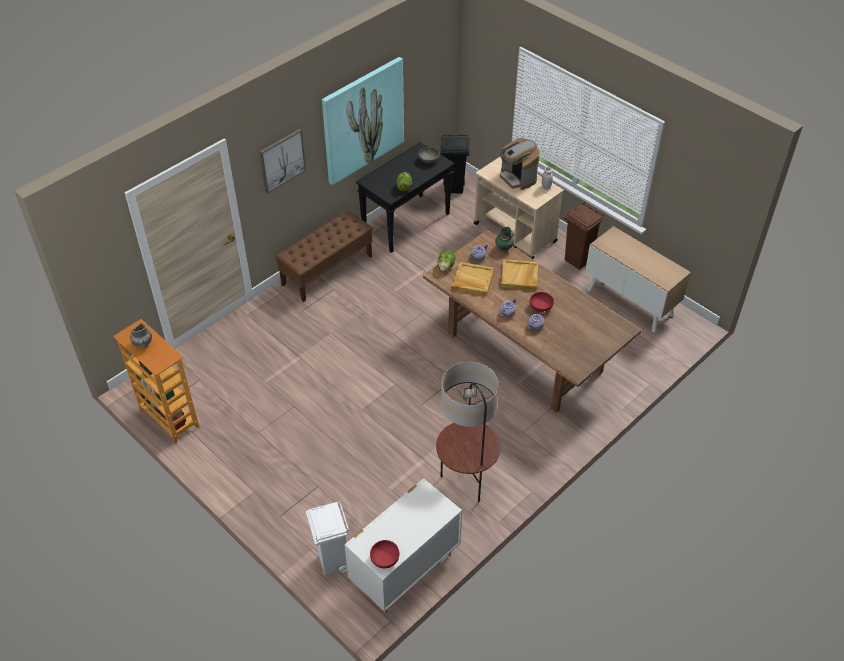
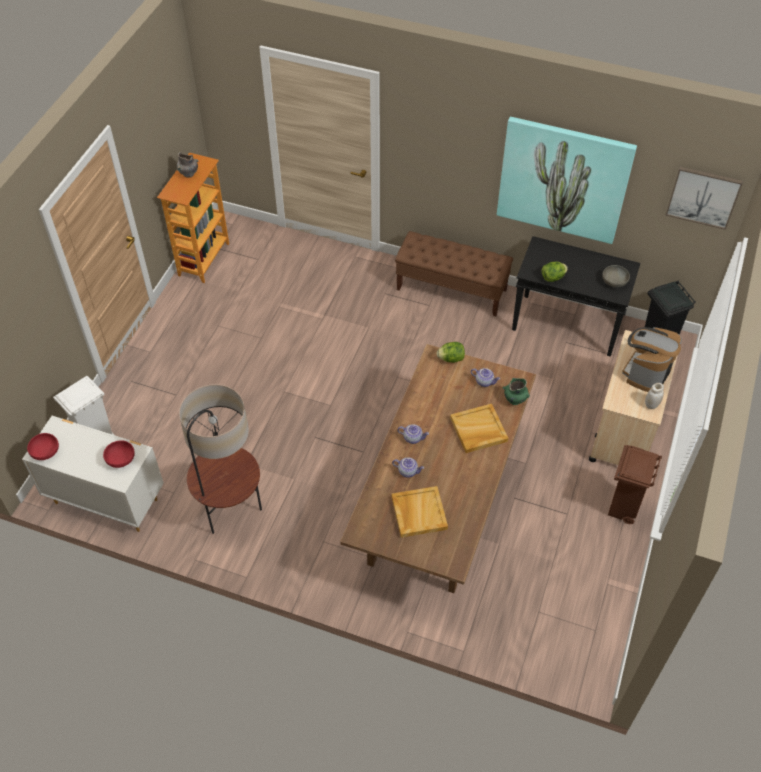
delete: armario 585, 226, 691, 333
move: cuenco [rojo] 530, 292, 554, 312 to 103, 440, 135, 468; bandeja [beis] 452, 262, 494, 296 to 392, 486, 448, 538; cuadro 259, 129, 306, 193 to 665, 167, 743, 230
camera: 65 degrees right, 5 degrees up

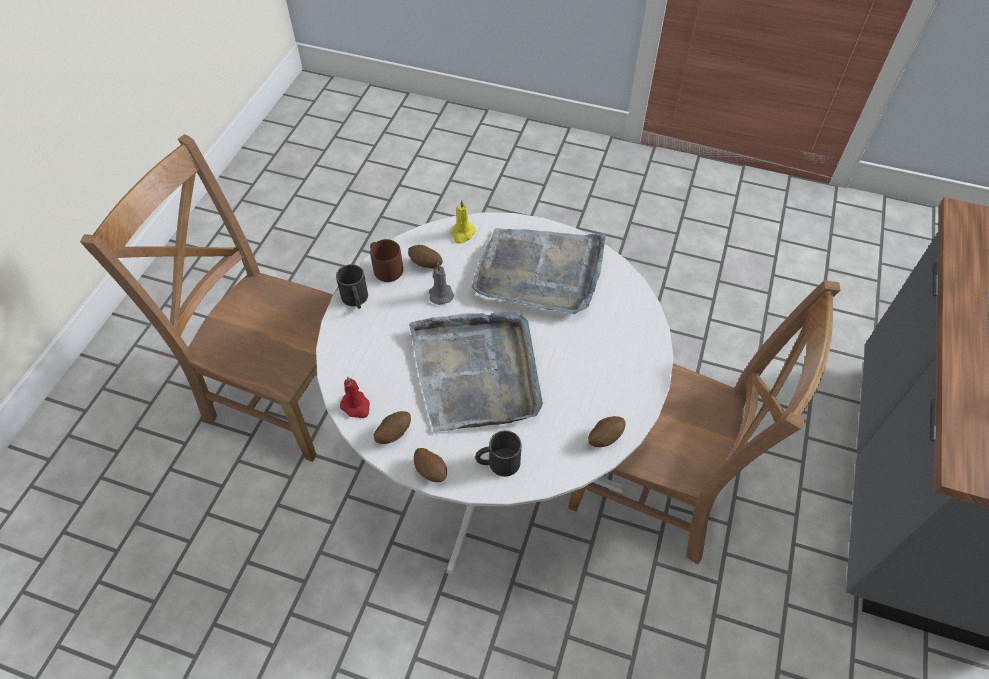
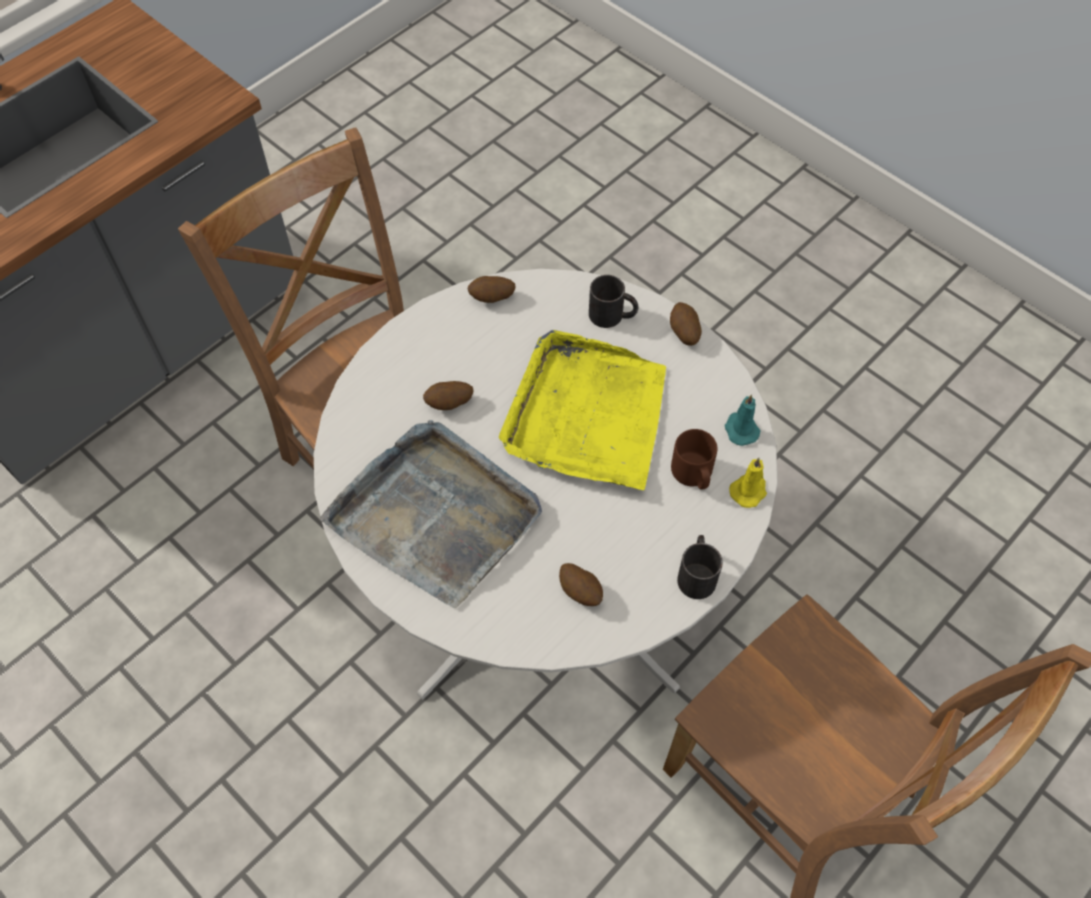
delete: vela [gris] 429, 263, 454, 305
move: patata 374, 411, 411, 444 to 423, 381, 473, 410; taza grande [marrón] 370, 239, 403, 282 to 671, 429, 717, 490; vela [amarillo] 451, 200, 476, 244 to 729, 458, 767, 508
recolor: bandeja [gris] 409, 311, 543, 432 to bandeja [amarillo] 499, 330, 666, 490; vela [rojo] 340, 376, 370, 418 to vela [turquesa] 725, 394, 760, 446
camera: 155 degrees left, 5 degrees up

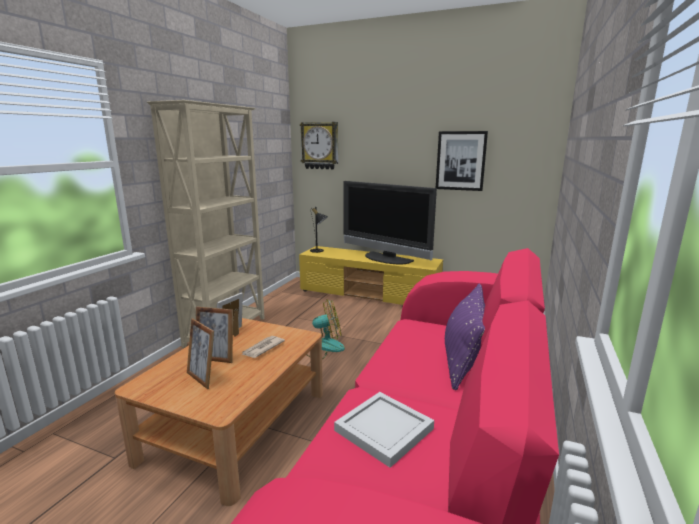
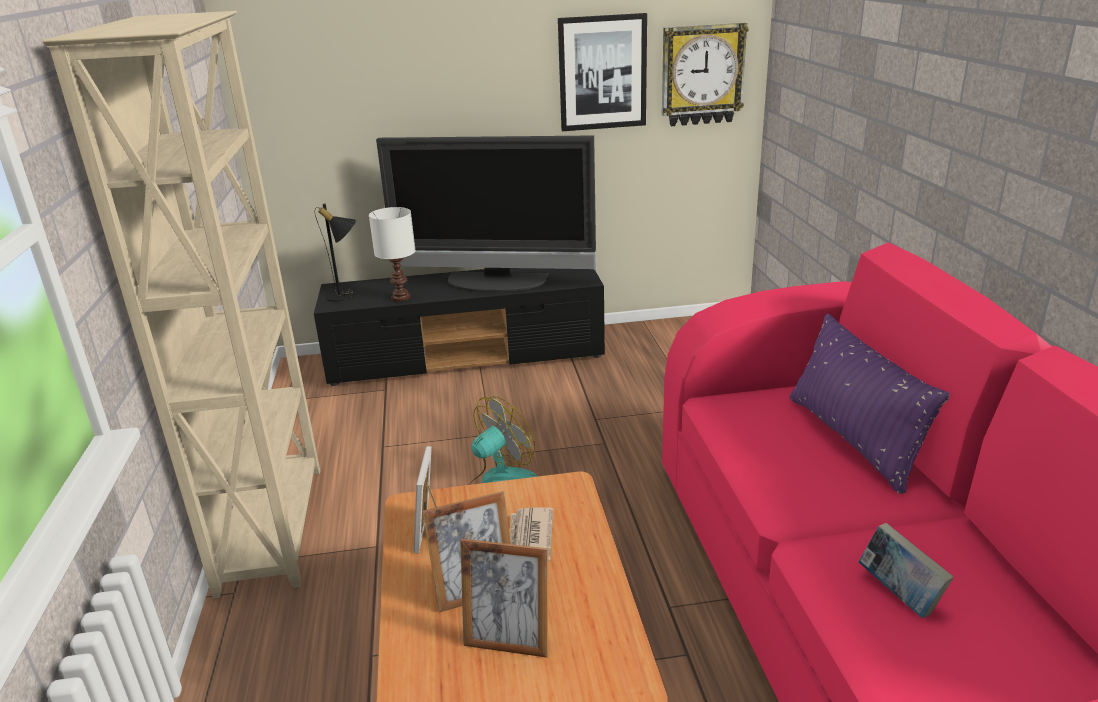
insert: lámpara de mesa [blanco] 369, 207, 416, 301
move: reloj de pared 300, 122, 338, 170 to 662, 23, 749, 126
replace: bandeja [blanco] 334, 392, 434, 468 to libro 859, 523, 954, 618
recolor: mueble de televisión [amarillo] 299, 246, 443, 305 to mueble de televisión [negro] 314, 268, 605, 386
camera: 30 degrees left, 10 degrees up

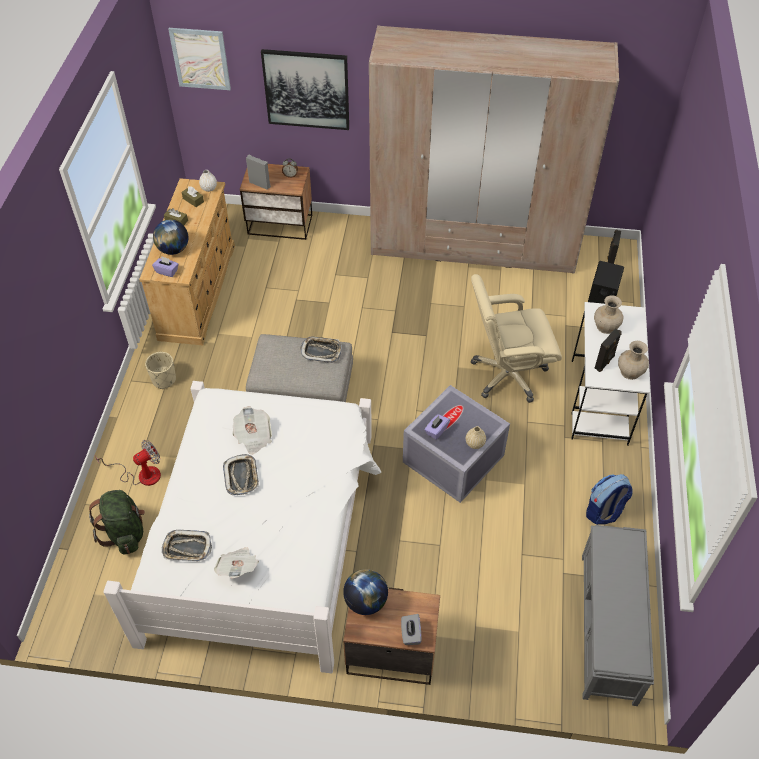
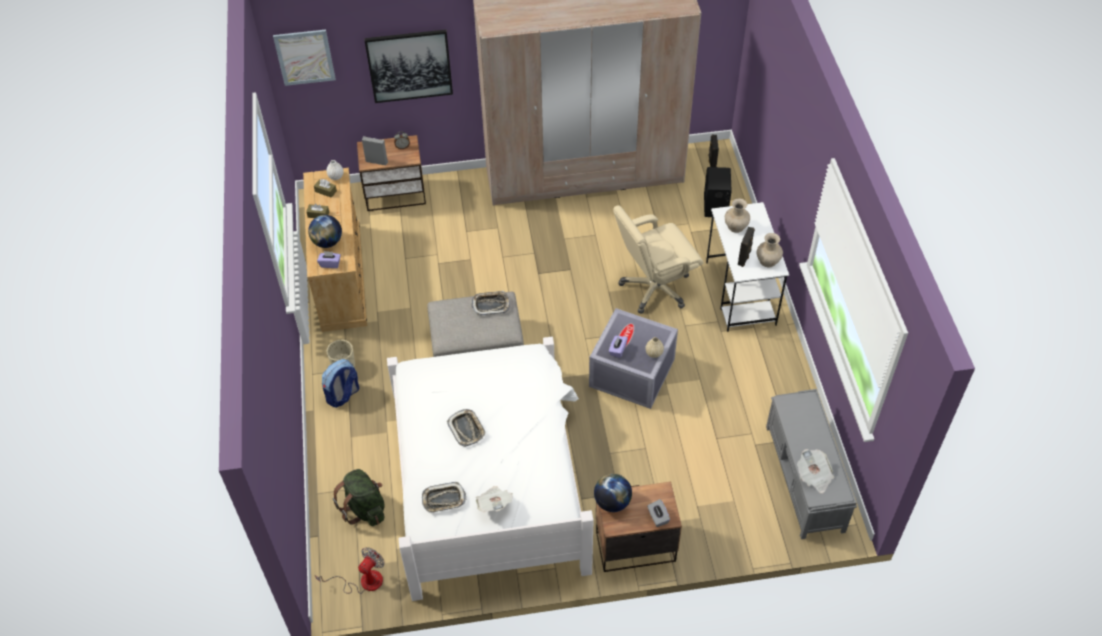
move: ventilador 95, 440, 161, 486 to 315, 547, 385, 594; mochila 586, 474, 633, 525 to 322, 359, 359, 408; periódico 232, 406, 272, 455 to 797, 449, 834, 493
camera: 15 degrees left, 0 degrees up

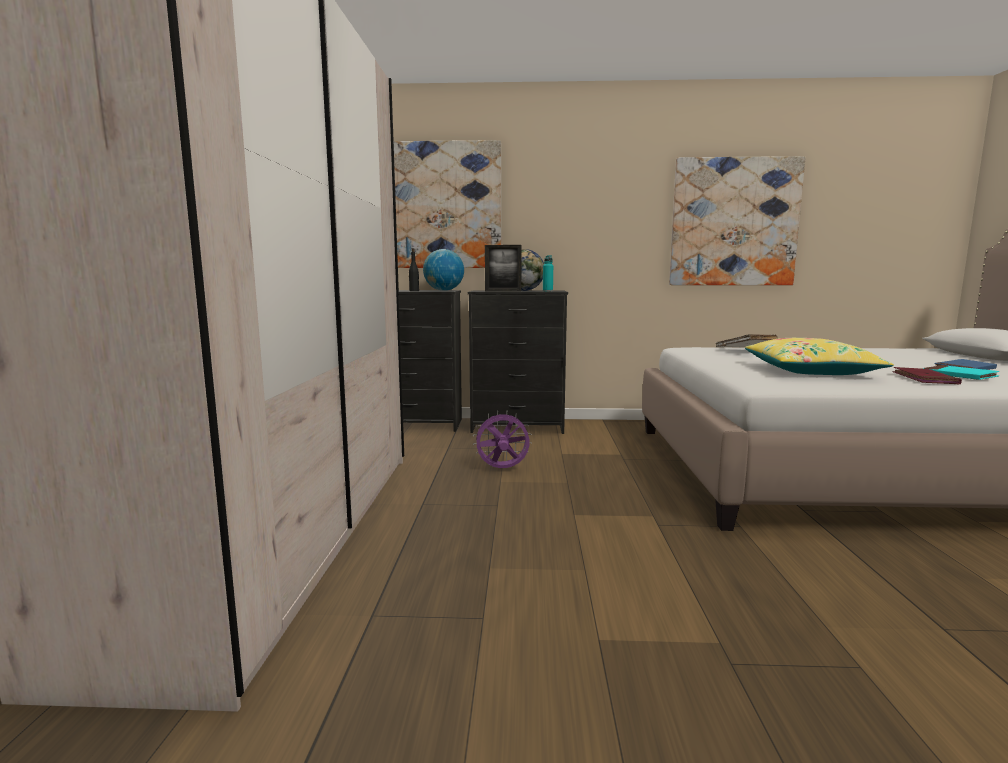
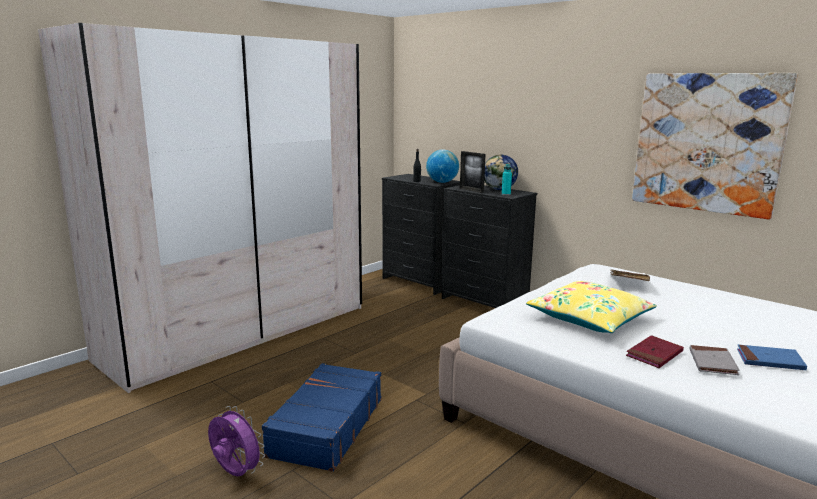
delete: cuadro 394, 140, 501, 268
insert: maleta [azul] 262, 363, 381, 472
move: ventilador [morado] 473, 411, 532, 468 to 208, 406, 265, 477
recolor: libro [turquesa] 923, 365, 1000, 380 to libro [gris] 690, 345, 740, 375
camera: 40 degrees right, 5 degrees up

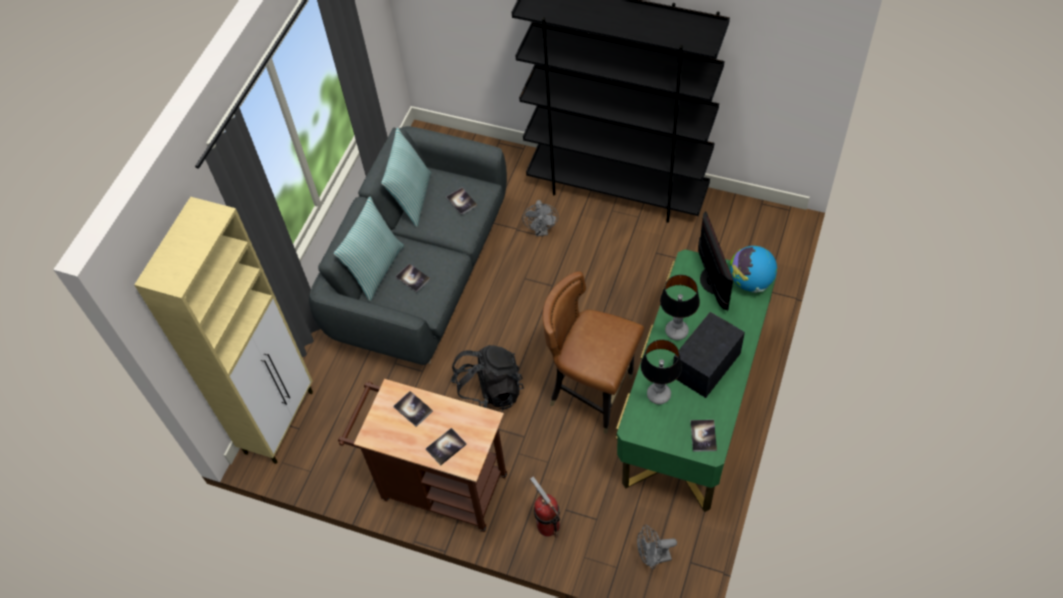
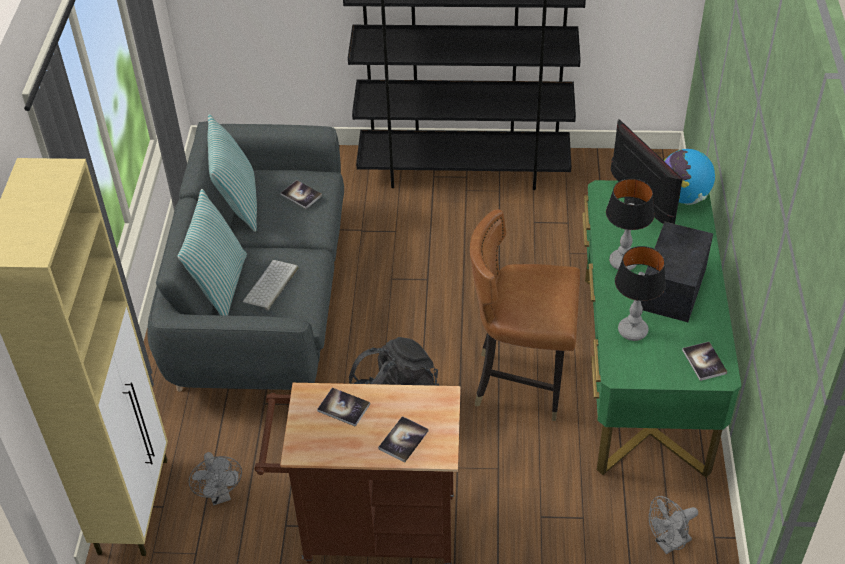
delete: extintor 530, 476, 560, 538
move: ventilador [gris] 522, 200, 559, 236 to 189, 452, 242, 506
replace: libro 395, 264, 430, 293 to teclado 243, 260, 298, 310
camera: 20 degrees left, 10 degrees down

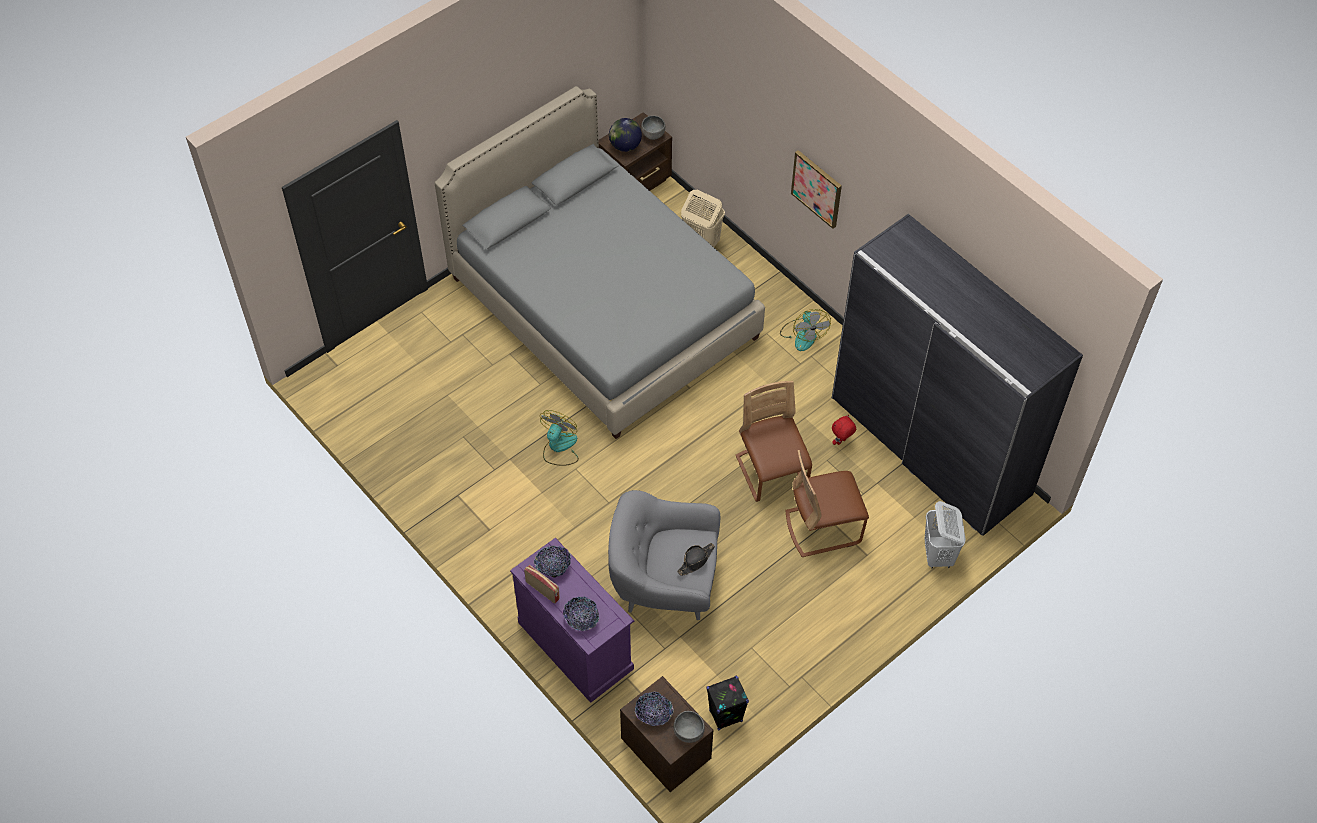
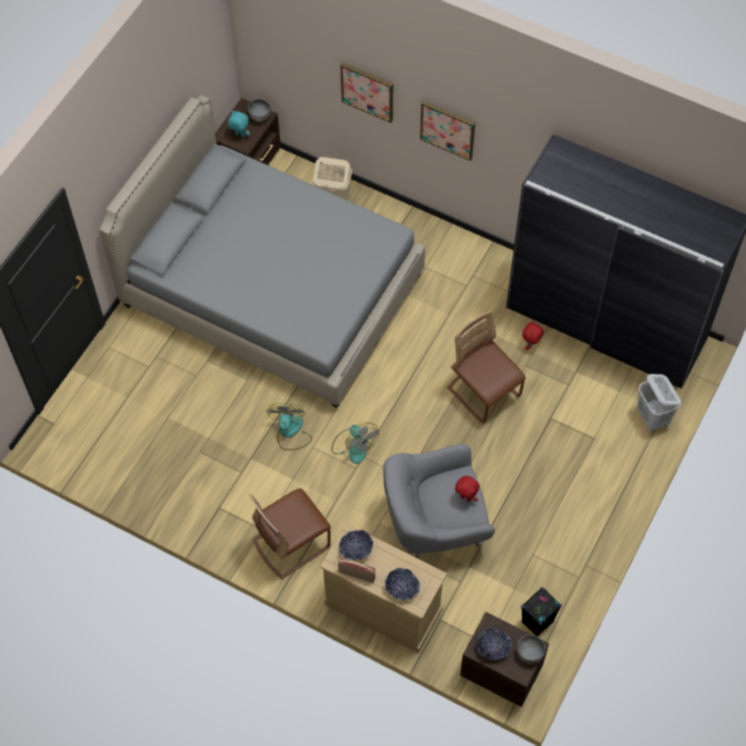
insert: cuadro 340, 62, 393, 123
move: silla [marrón] 785, 450, 869, 557 to 249, 488, 331, 579; ventilador 780, 309, 831, 351 to 331, 422, 379, 464
replace: globo terráqueo 609, 118, 642, 152 to peluche [turquesa] 228, 111, 250, 137; sombrero [negro] 677, 543, 715, 576 to peluche [rojo] 455, 476, 479, 502
recolor: cómoda [morado] 510, 538, 634, 703 to cómoda [beis] 320, 523, 448, 653
camera: 20 degrees left, 5 degrees up

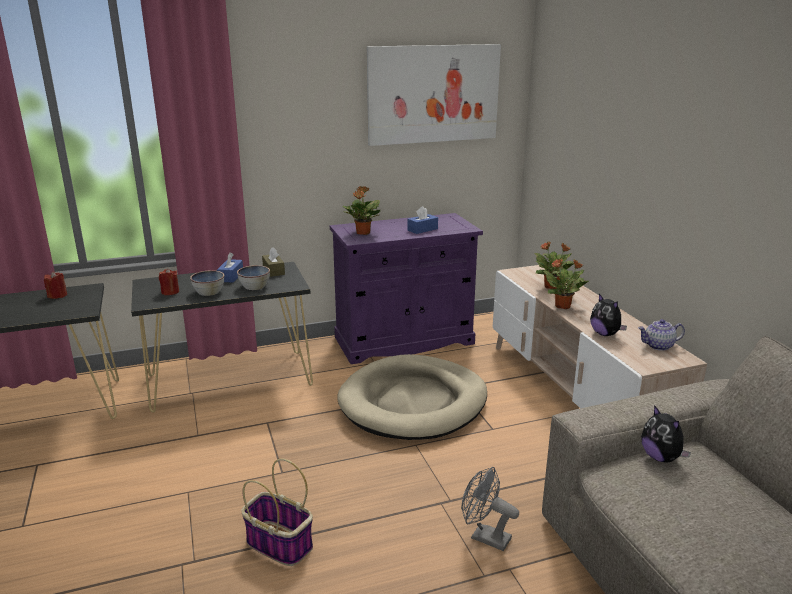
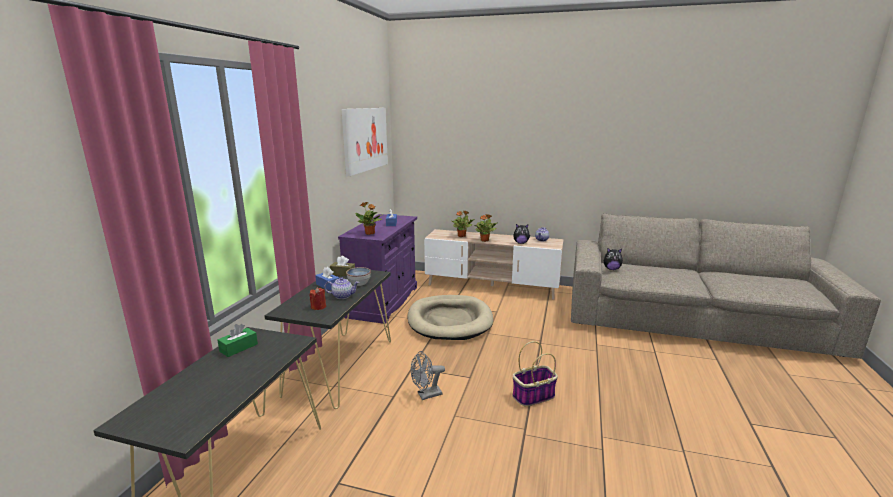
move: ventilador [gris] 461, 467, 519, 551 to 411, 351, 445, 400
replace: vela [rojo] 44, 271, 67, 299 to caja de pañuelos [verde] 217, 324, 258, 357; cuenco 190, 270, 224, 296 to tetera 324, 277, 359, 299
camera: 55 degrees left, 5 degrees down

